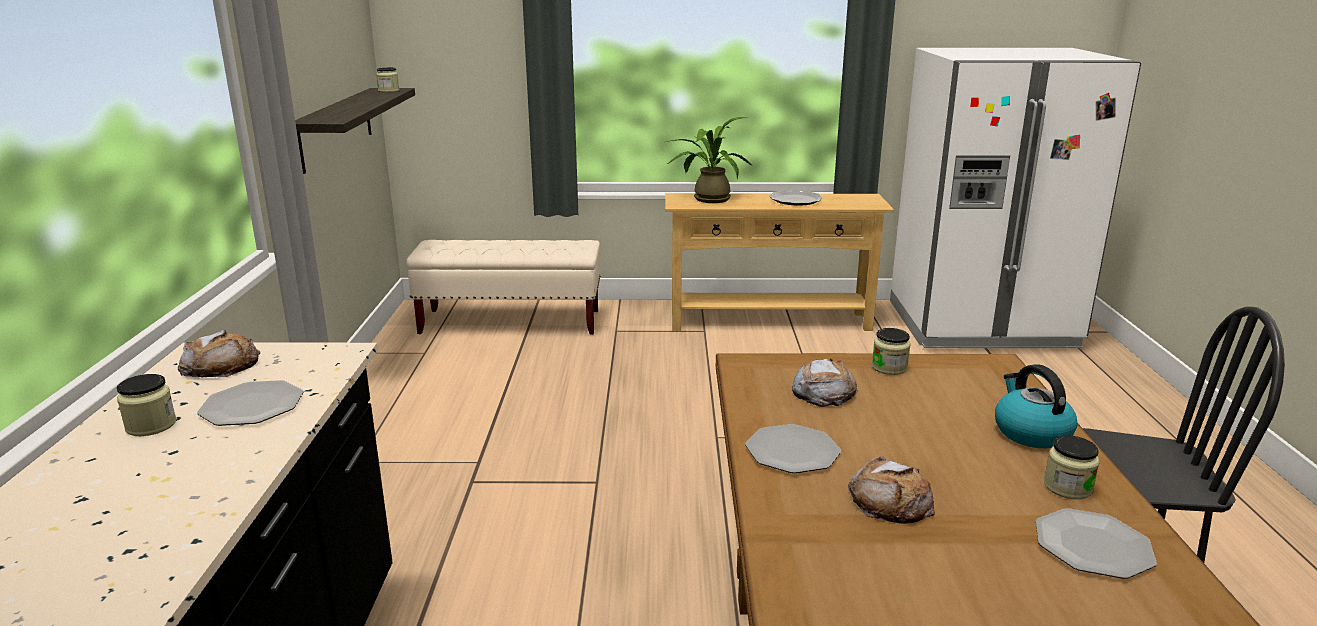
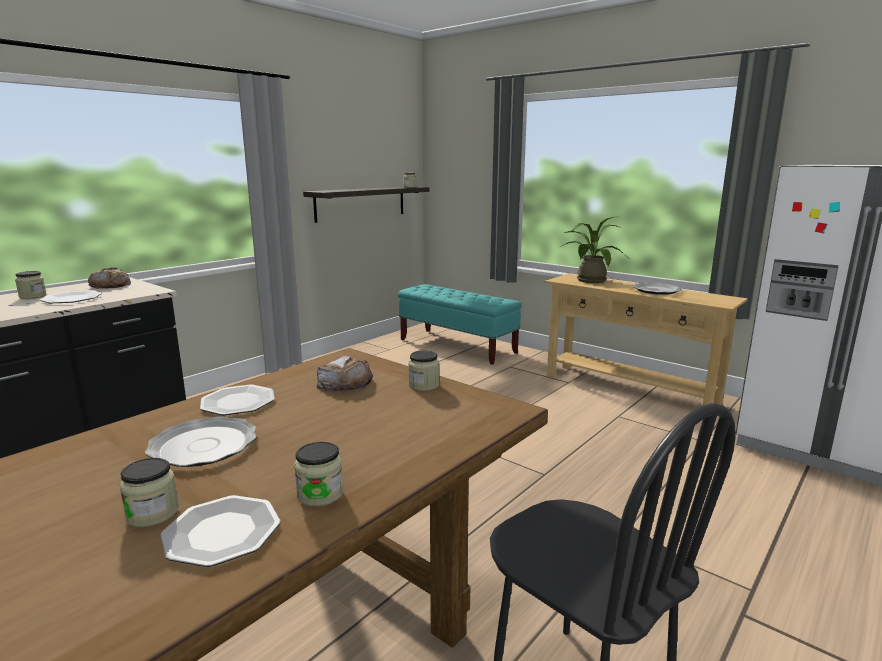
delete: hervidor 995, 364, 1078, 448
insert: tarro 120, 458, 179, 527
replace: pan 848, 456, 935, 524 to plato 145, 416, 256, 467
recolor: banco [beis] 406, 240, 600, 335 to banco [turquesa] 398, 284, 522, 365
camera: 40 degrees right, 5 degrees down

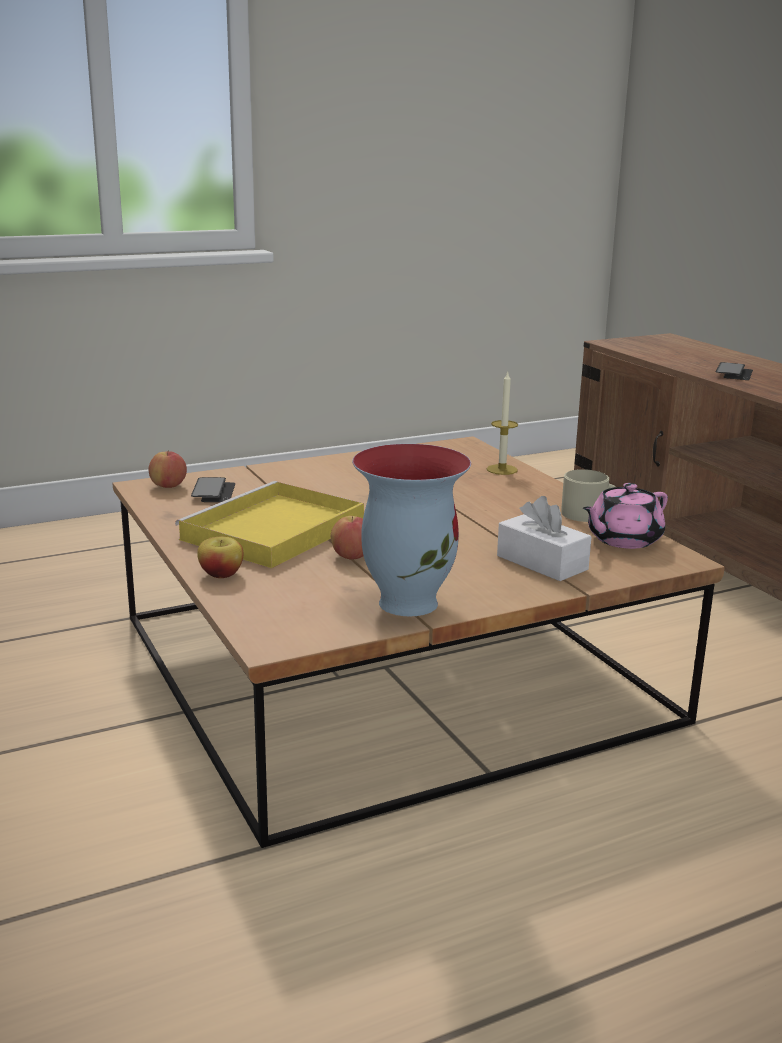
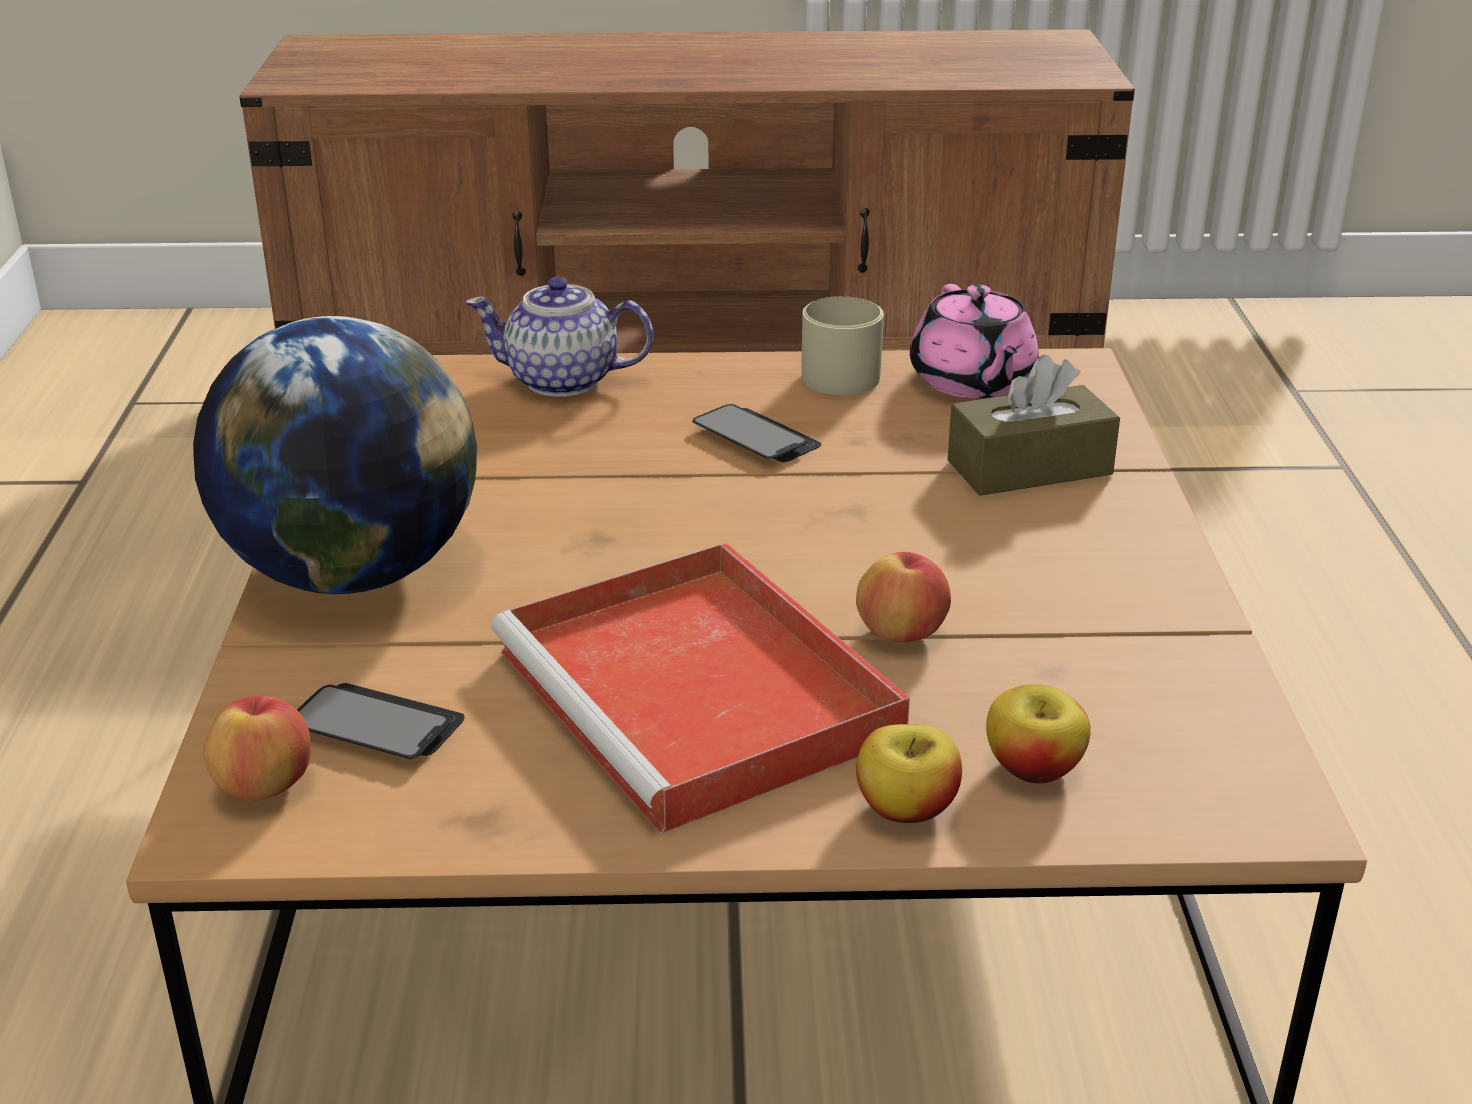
delete: florero 352, 444, 471, 617
insert: globo terráqueo 193, 316, 477, 594; manzana 986, 684, 1091, 784
move: móvil 716, 362, 753, 380 to 692, 404, 822, 462
replace: vela 487, 371, 518, 475 to tetera 465, 277, 653, 397
recolor: bandeja [amarillo] 175, 481, 364, 568 to bandeja [rojo] 491, 543, 910, 834; caja de pañuelos [blanco] 497, 496, 591, 581 to caja de pañuelos [marrón] 948, 354, 1120, 496
camera: 65 degrees left, 10 degrees up

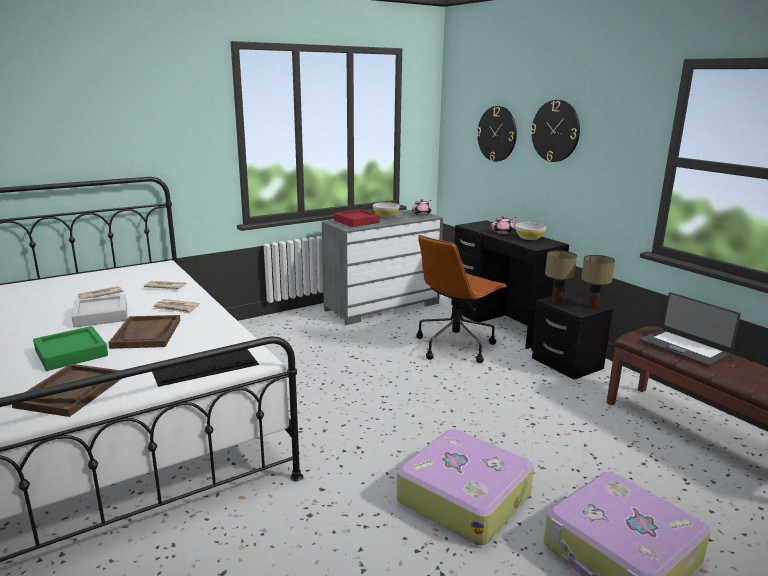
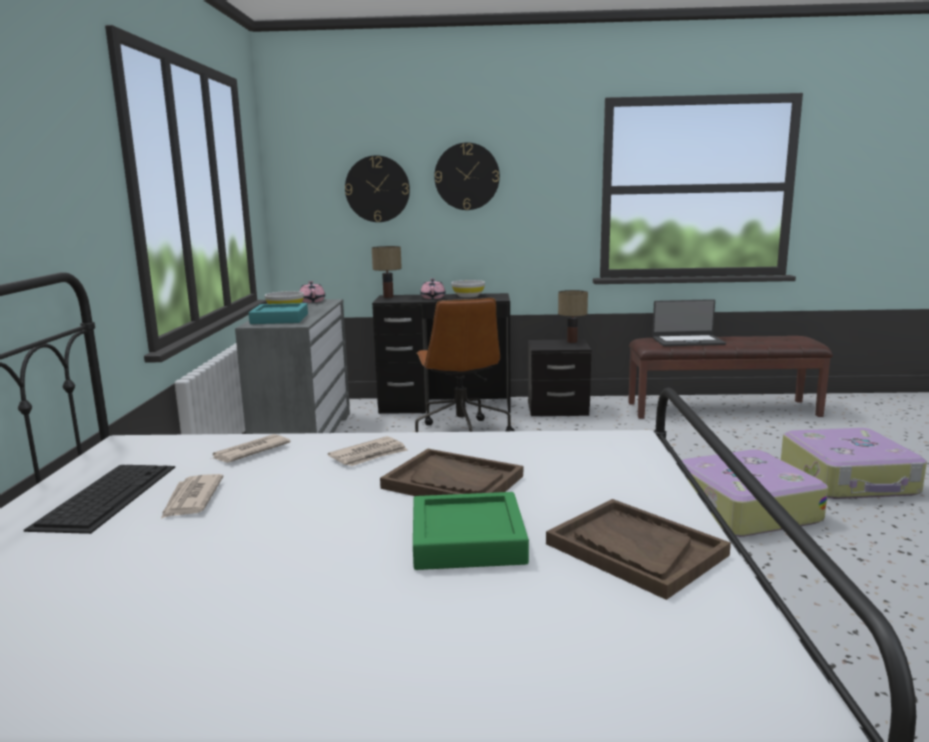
delete: bandeja [gris] 72, 294, 128, 327
move: teclado 152, 349, 259, 387 to 24, 465, 175, 534; lámpara de mesa 545, 250, 577, 303 to 372, 246, 402, 298
recolor: bandeja [rojo] 334, 209, 380, 227 to bandeja [turquesa] 249, 303, 308, 324
camera: 55 degrees left, 5 degrees down

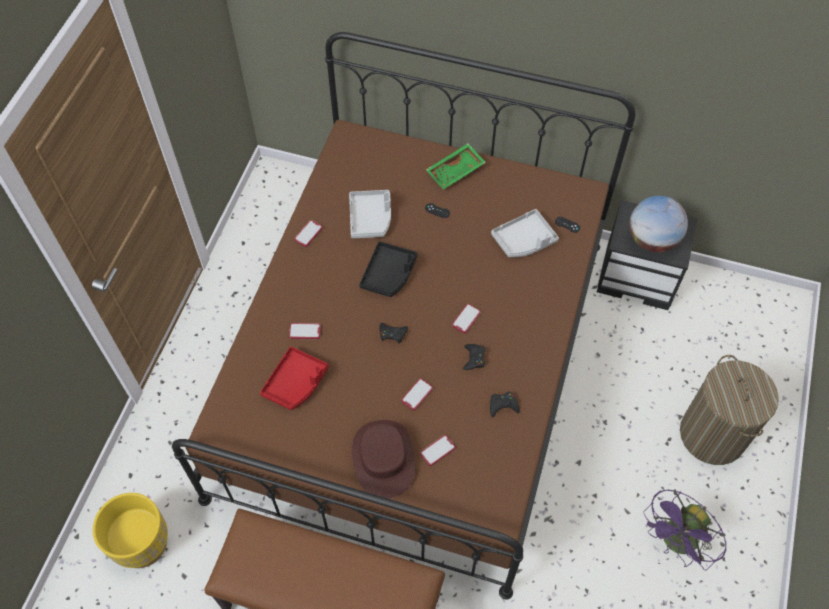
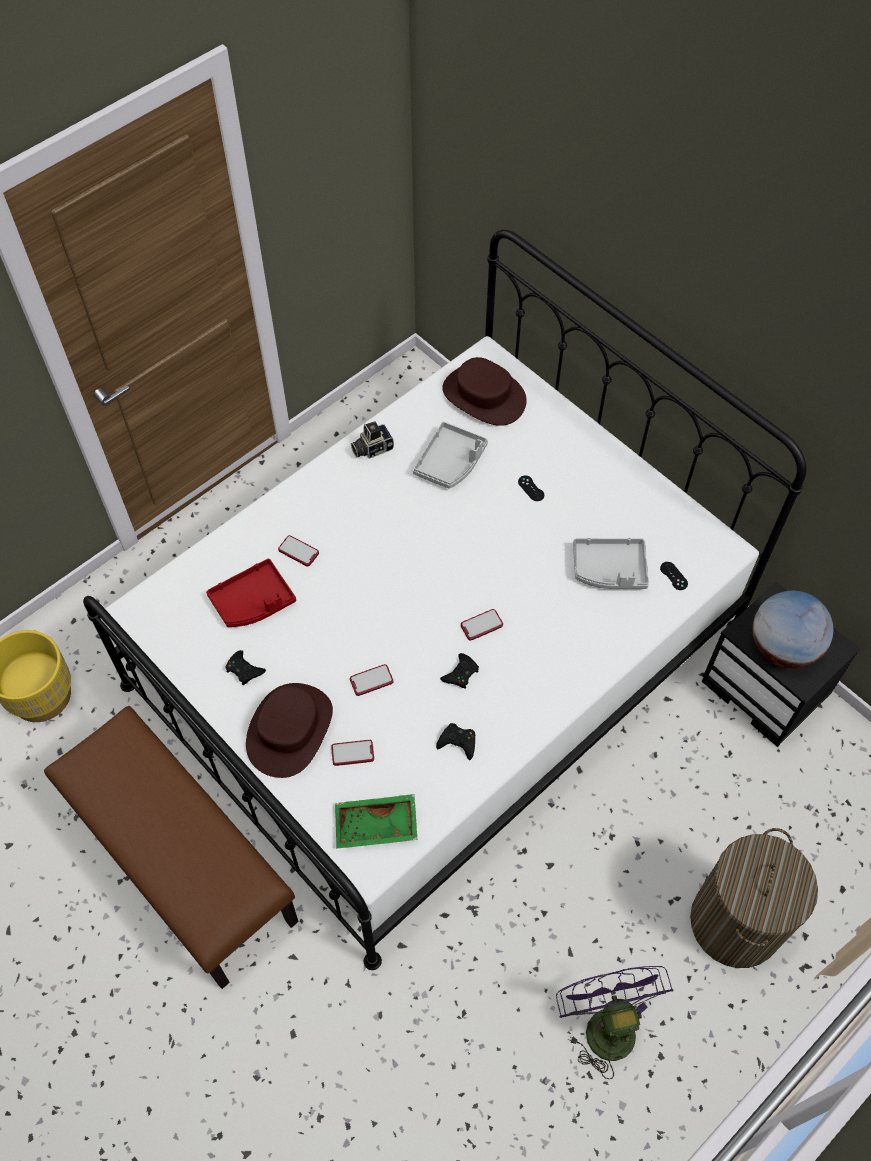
delete: bandeja [negro] 359, 241, 418, 297
insert: sombrero [marrón] 442, 357, 527, 426
move: mando de consola [negro] 380, 323, 408, 344 to 226, 650, 266, 685; bandeja [verde] 426, 143, 486, 189 to 335, 794, 417, 849
replace: móvil 294, 220, 323, 247 to cámara 351, 421, 394, 459
recolor: cama [marrón] 172, 32, 636, 600 to cama [blanco] 83, 230, 807, 970
rotate: ventilador [morado] 643, 489, 726, 571 = 556, 966, 674, 1079 90 degrees clockwise
camera: 30 degrees right, 0 degrees up

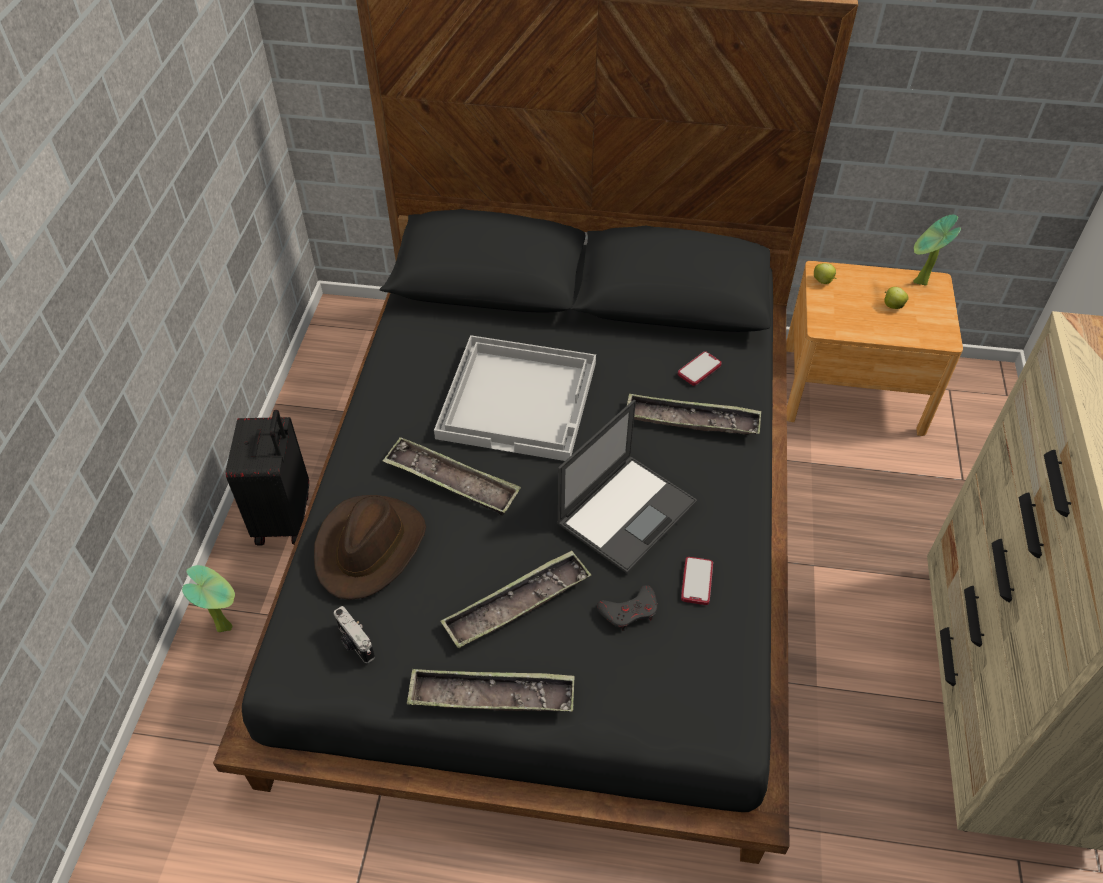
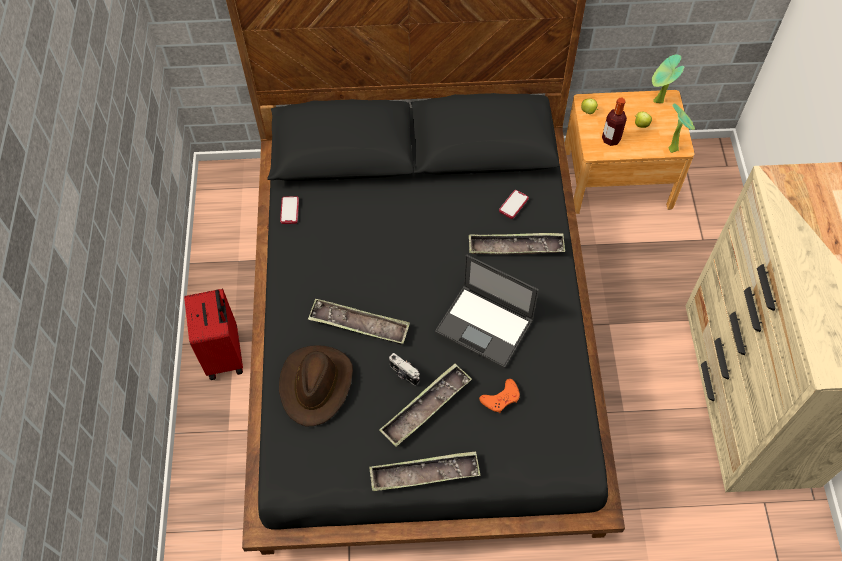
delete: bandeja [blanco] 434, 335, 596, 461
insert: botella 602, 97, 627, 146
move: móvil 681, 557, 713, 605 to 280, 196, 299, 224; cámara 334, 606, 375, 663 to 389, 353, 420, 386; planta en maceta 182, 565, 235, 632 to 668, 103, 695, 153
recolor: maleta [negro] 226, 410, 309, 546 to maleta [rojo] 184, 289, 243, 380; mando de consola [gris] 597, 585, 657, 631 to mando de consola [naranja] 479, 379, 520, 413
rotate: portátil 557, 400, 697, 574 = 435, 255, 539, 368 90 degrees clockwise
camera: 10 degrees left, 10 degrees up

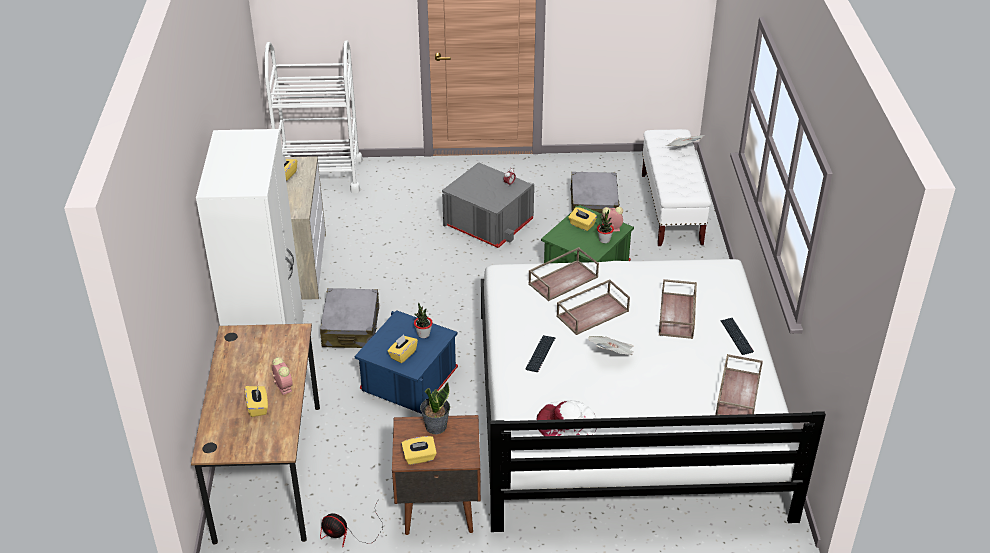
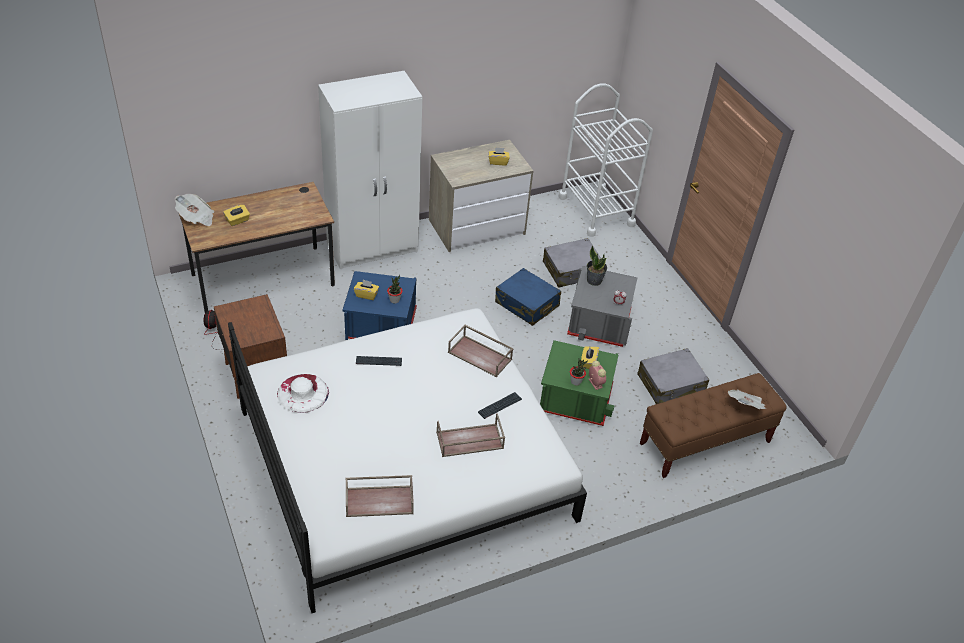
delete: despertador 272, 357, 293, 395; caja de pañuelos [amarillo] 401, 436, 437, 465; bandeja [marrón] 556, 280, 630, 335
insert: maleta [azul] 495, 268, 561, 326
move: periódico 588, 336, 634, 355 to 175, 194, 214, 226; teclado 720, 318, 754, 355 to 478, 392, 522, 419; maleta [gris] 320, 288, 379, 348 to 543, 238, 601, 288; planta en maceta 420, 382, 450, 434 to 587, 246, 607, 286
recolor: banco [blanco] 642, 129, 711, 246 to banco [marrón] 640, 373, 787, 478
camera: 65 degrees right, 5 degrees up

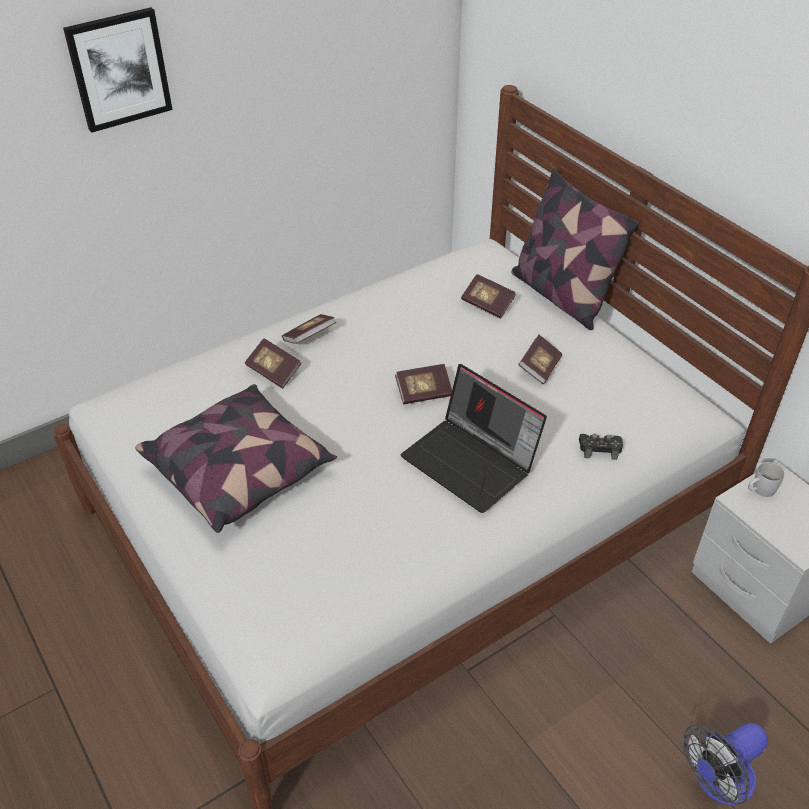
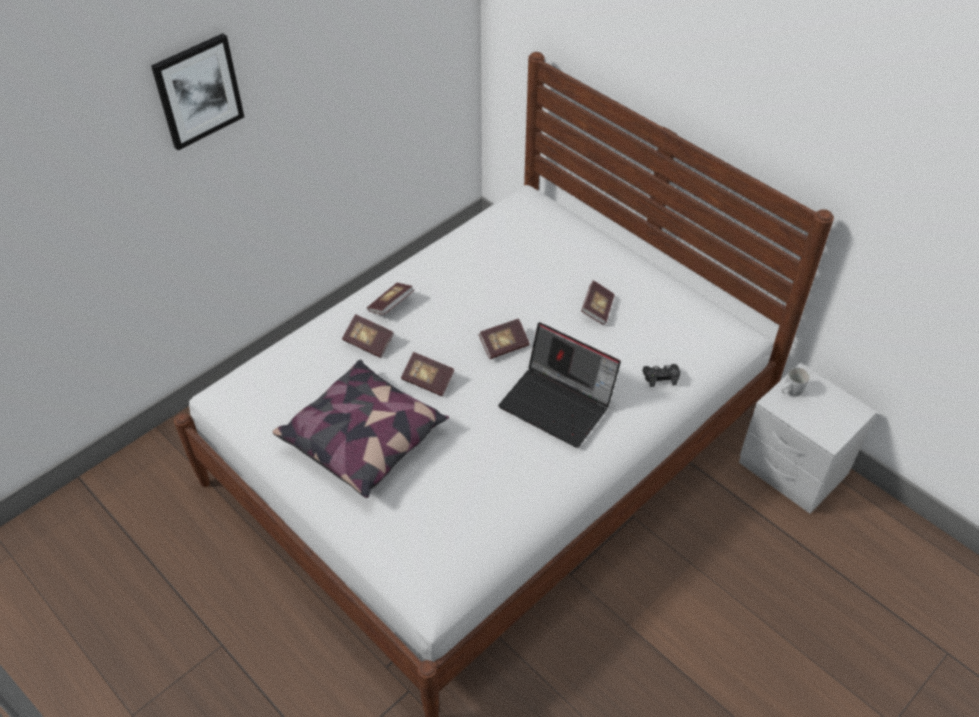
delete: cojín 511, 168, 640, 330; ventilador 683, 723, 768, 805
move: libro 461, 274, 516, 318 to 401, 352, 454, 396
camera: 10 degrees left, 5 degrees up

